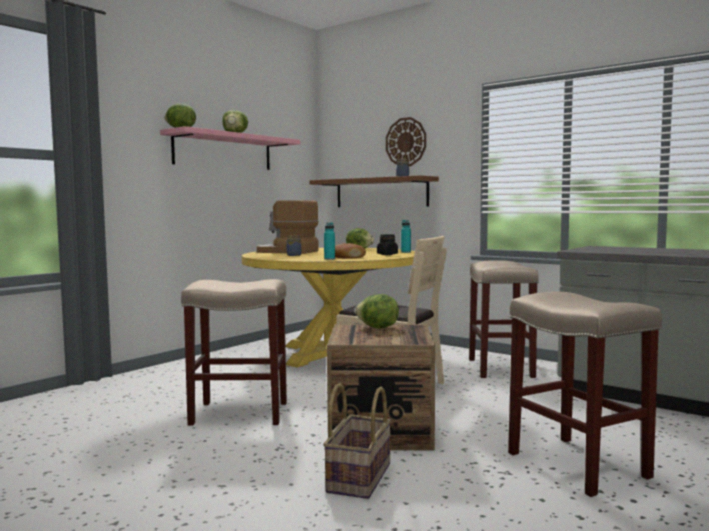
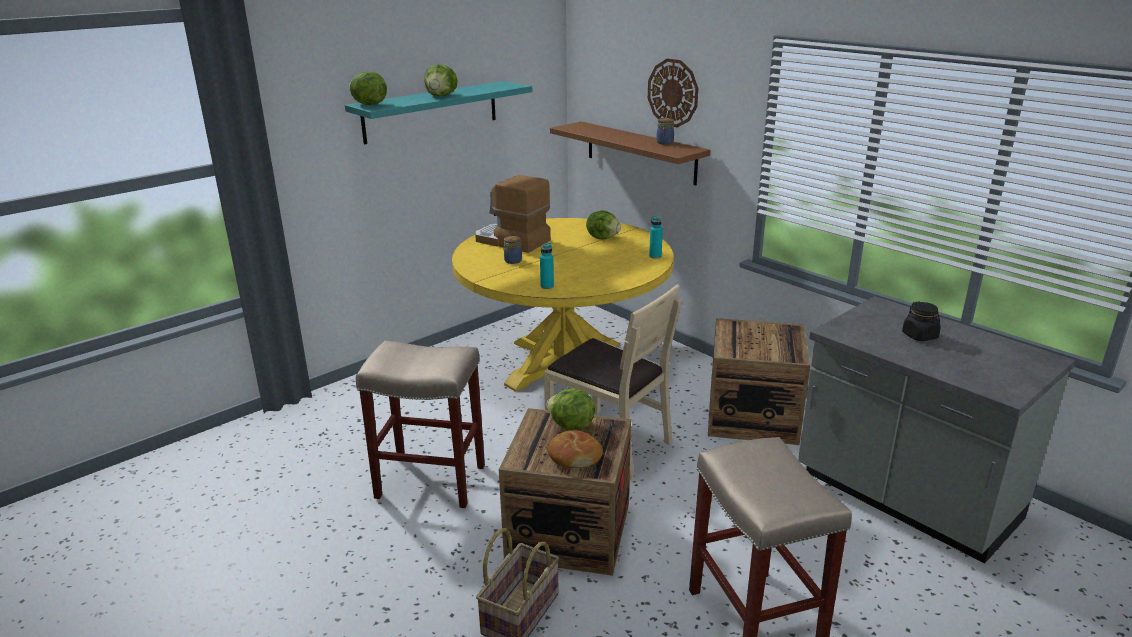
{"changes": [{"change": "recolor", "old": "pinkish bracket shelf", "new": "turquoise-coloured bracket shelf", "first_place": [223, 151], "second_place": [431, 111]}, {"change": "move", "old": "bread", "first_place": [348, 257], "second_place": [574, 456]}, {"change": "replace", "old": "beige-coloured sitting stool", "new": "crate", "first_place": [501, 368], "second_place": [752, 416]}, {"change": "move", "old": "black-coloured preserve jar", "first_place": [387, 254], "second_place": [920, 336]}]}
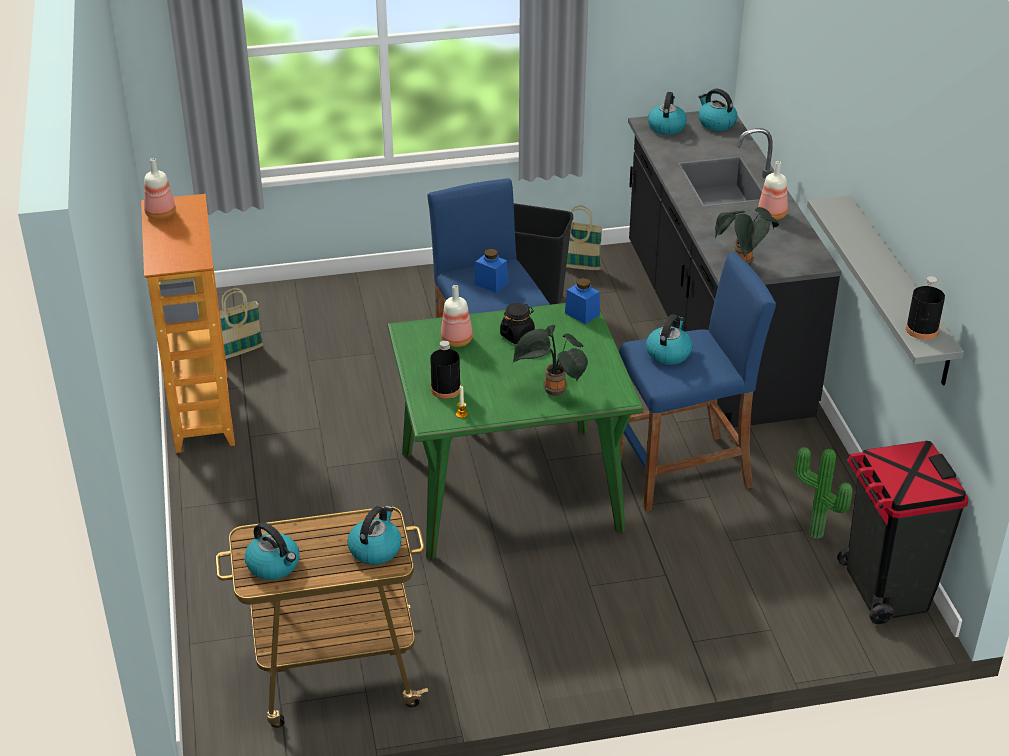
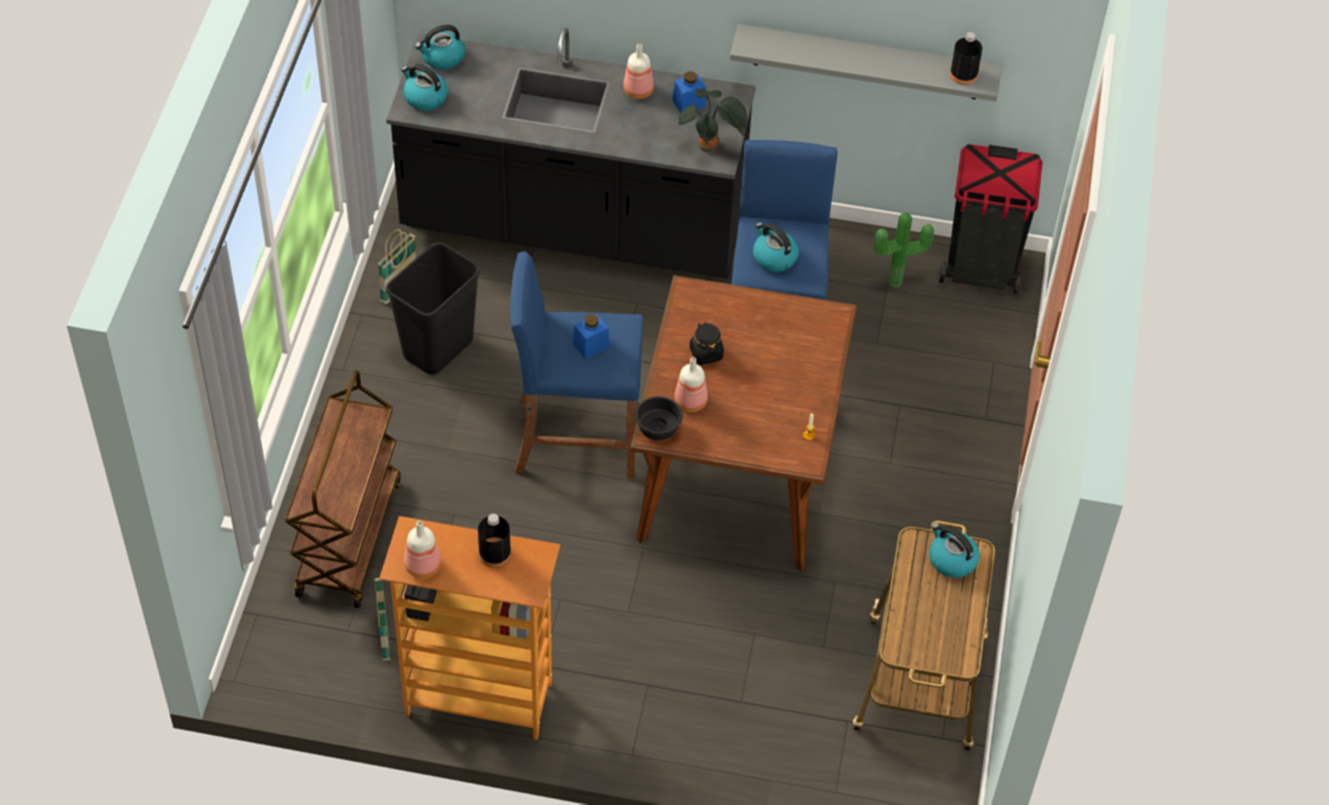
{"changes": [{"change": "insert", "new": "brown-coloured cart", "second_place": [348, 536]}, {"change": "move", "old": "black-coloured bottle", "first_place": [445, 389], "second_place": [495, 553]}, {"change": "recolor", "old": "greenish kitchen table", "new": "brown-coloured kitchen table", "first_place": [511, 491], "second_place": [737, 474]}, {"change": "insert", "new": "black-coloured serving bowl", "second_place": [657, 429]}, {"change": "move", "old": "blue preserve jar", "first_place": [582, 314], "second_place": [689, 103]}, {"change": "delete", "old": "tea kettle", "first_place": [274, 565]}, {"change": "delete", "old": "potted plant", "first_place": [552, 391]}]}
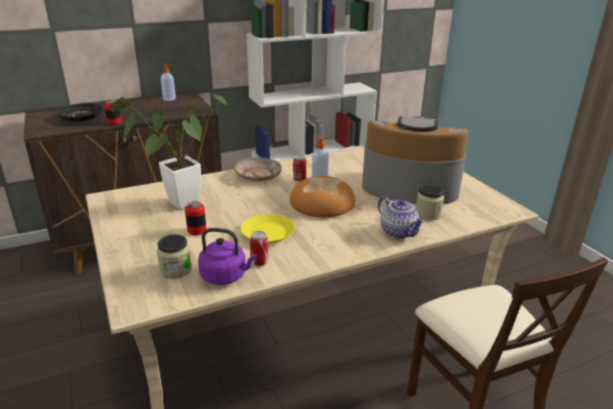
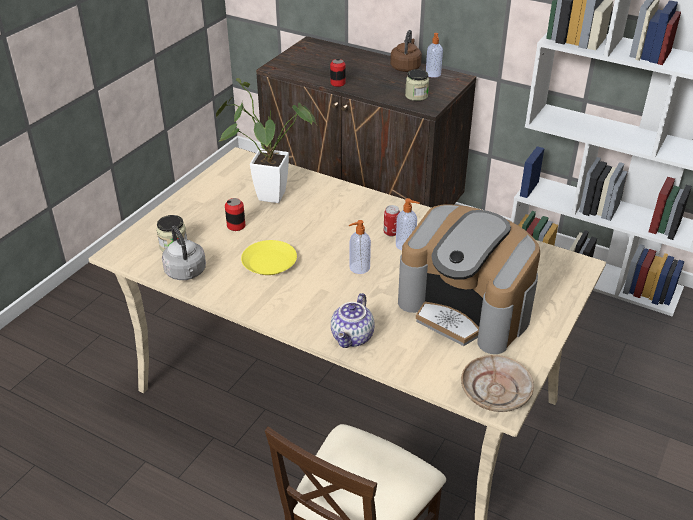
{"changes": [{"change": "recolor", "old": "purplish tea kettle", "new": "gray tea kettle", "first_place": [226, 276], "second_place": [186, 273]}, {"change": "replace", "old": "bread", "new": "soap bottle", "first_place": [323, 203], "second_place": [359, 268]}, {"change": "insert", "new": "brown-coloured tea kettle", "second_place": [406, 67]}, {"change": "rotate", "old": "coffee maker", "first_place": [409, 186], "second_place": [466, 309], "degrees": 150}, {"change": "move", "old": "preserve jar", "first_place": [428, 214], "second_place": [416, 96]}, {"change": "move", "old": "beige-coloured plate", "first_place": [258, 175], "second_place": [496, 391]}, {"change": "delete", "old": "black-coloured plate", "first_place": [82, 118]}, {"change": "delete", "old": "metal can", "first_place": [259, 262]}]}
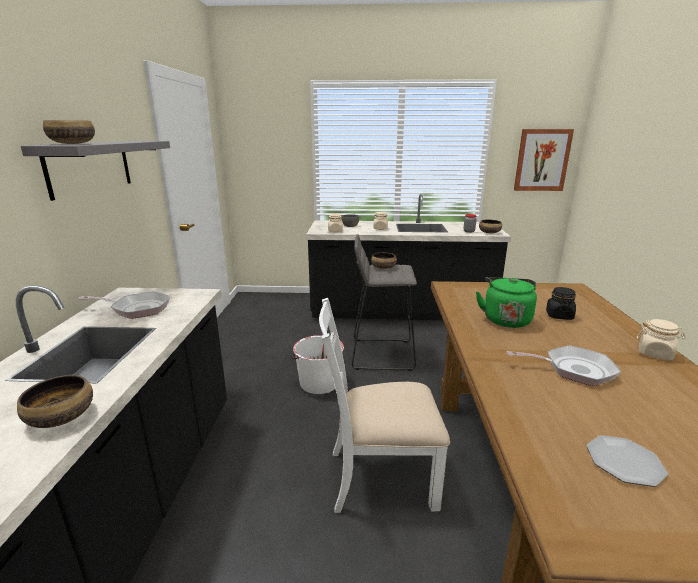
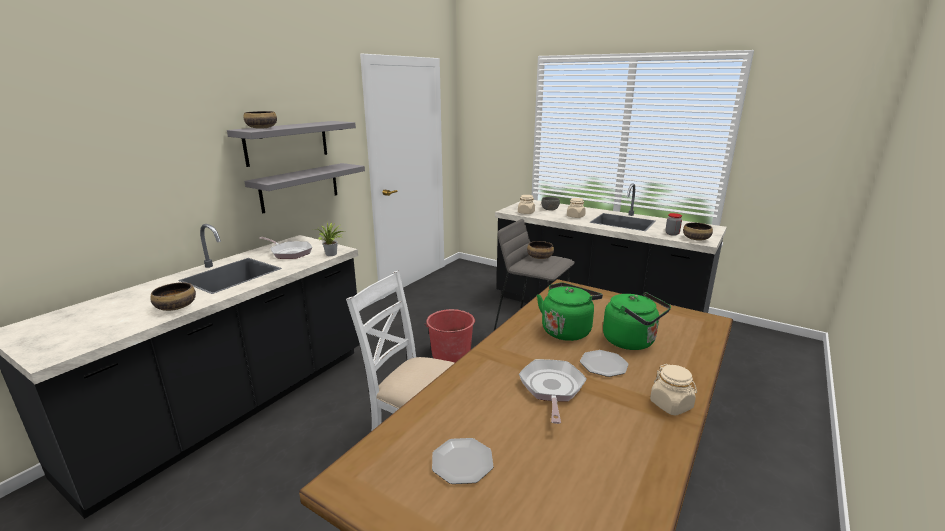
{"changes": [{"change": "insert", "new": "gray bracket shelf", "second_place": [300, 187]}, {"change": "insert", "new": "potted plant", "second_place": [332, 254]}, {"change": "recolor", "old": "white-coloured water bucket", "new": "red water bucket", "first_place": [319, 382], "second_place": [451, 354]}, {"change": "rotate", "old": "skillet", "first_place": [573, 369], "second_place": [551, 389], "degrees": -120}, {"change": "insert", "new": "plate", "second_place": [604, 365]}, {"change": "replace", "old": "black-coloured preserve jar", "new": "greenish tea kettle", "first_place": [559, 315], "second_place": [632, 342]}, {"change": "delete", "old": "wall art", "first_place": [542, 160]}]}
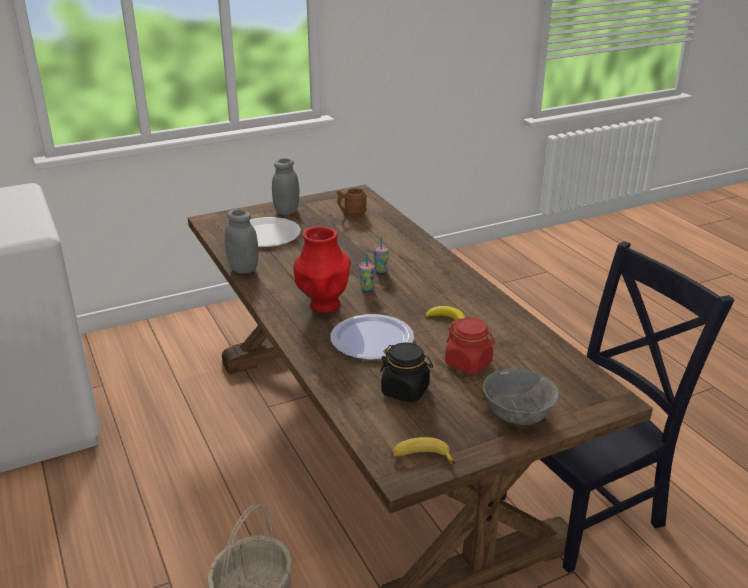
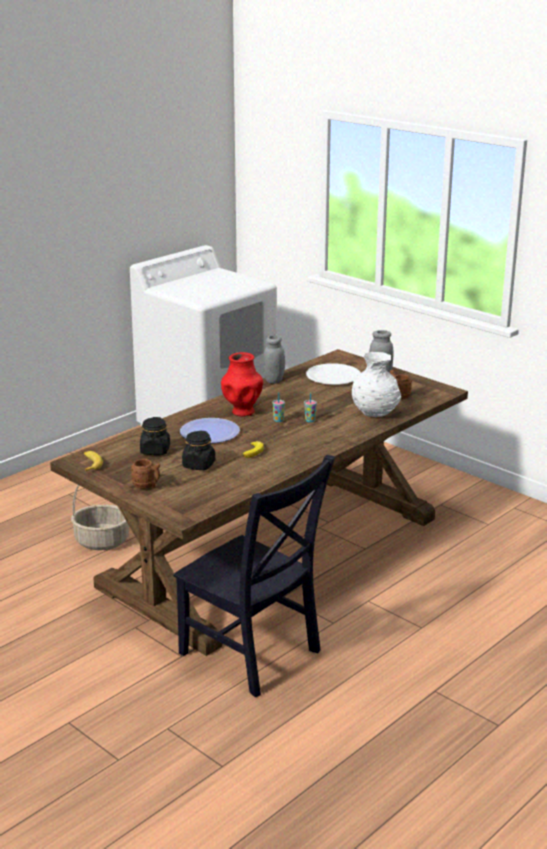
{"changes": [{"change": "replace", "old": "gray serving bowl", "new": "brown-coloured coffee mug", "first_place": [518, 415], "second_place": [147, 486]}, {"change": "recolor", "old": "red preserve jar", "new": "black-coloured preserve jar", "first_place": [468, 364], "second_place": [199, 465]}, {"change": "insert", "new": "white-coloured flower vase", "second_place": [375, 413]}]}
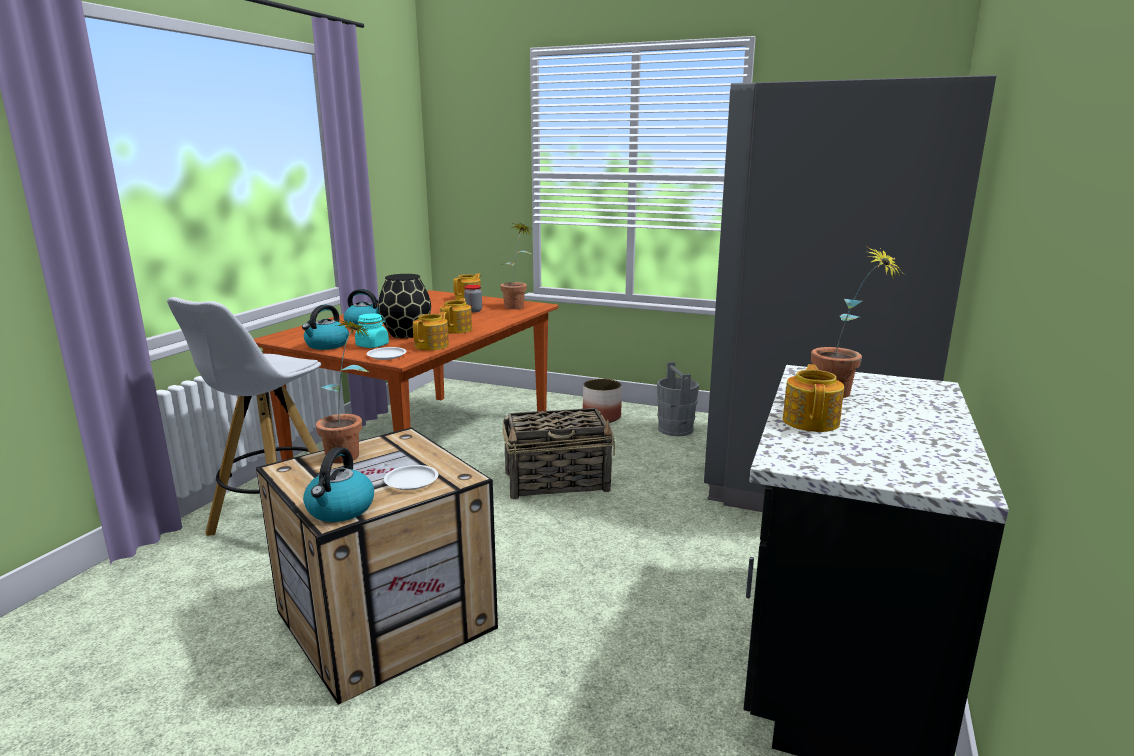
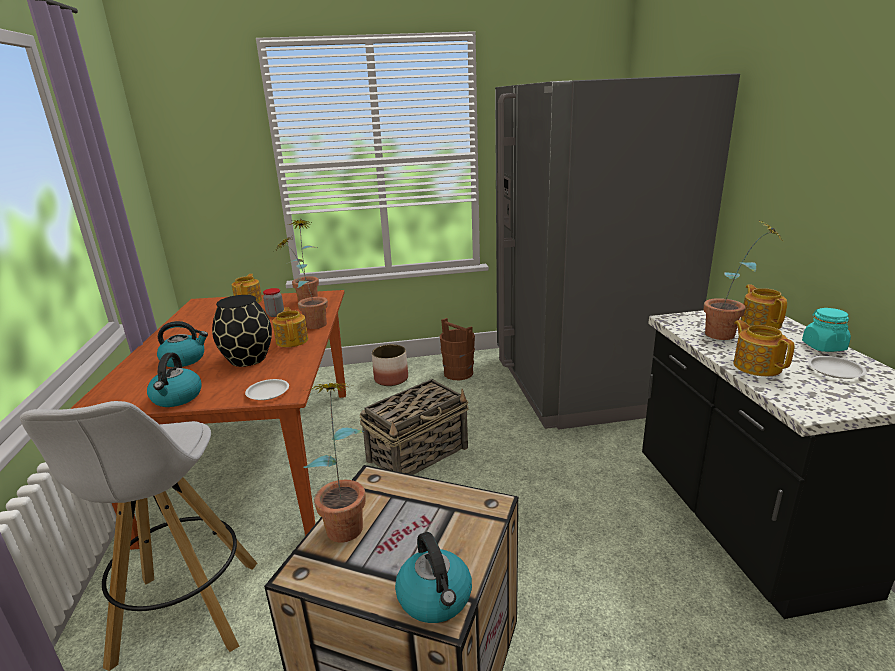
{"changes": [{"change": "insert", "new": "potted plant", "second_place": [310, 324]}, {"change": "recolor", "old": "gray water bucket", "new": "brown-coloured water bucket", "first_place": [675, 429], "second_place": [458, 373]}, {"change": "move", "old": "pot for tea", "first_place": [432, 346], "second_place": [760, 323]}, {"change": "move", "old": "turquoise-coloured preserve jar", "first_place": [372, 345], "second_place": [823, 346]}, {"change": "move", "old": "white-coloured plate", "first_place": [412, 481], "second_place": [835, 370]}]}
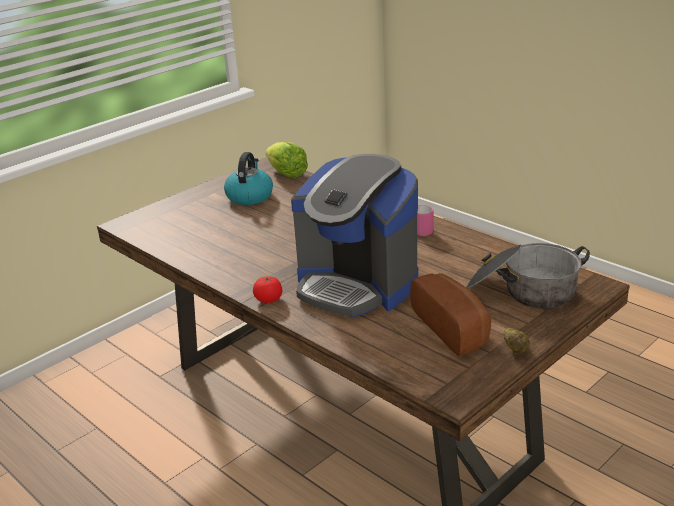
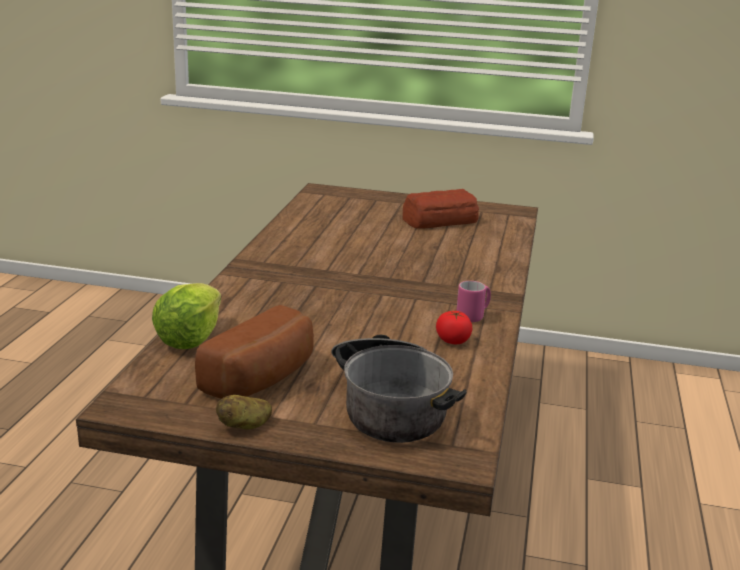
{"changes": [{"change": "move", "old": "lettuce head", "first_place": [286, 174], "second_place": [190, 338]}, {"change": "replace", "old": "tea kettle", "new": "bread", "first_place": [249, 196], "second_place": [438, 220]}, {"change": "move", "old": "whole tomato", "first_place": [268, 299], "second_place": [453, 340]}, {"change": "delete", "old": "coffee maker", "first_place": [357, 285]}]}
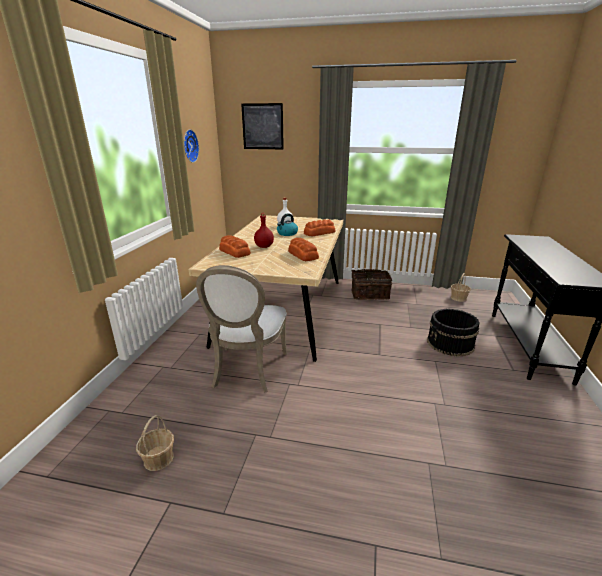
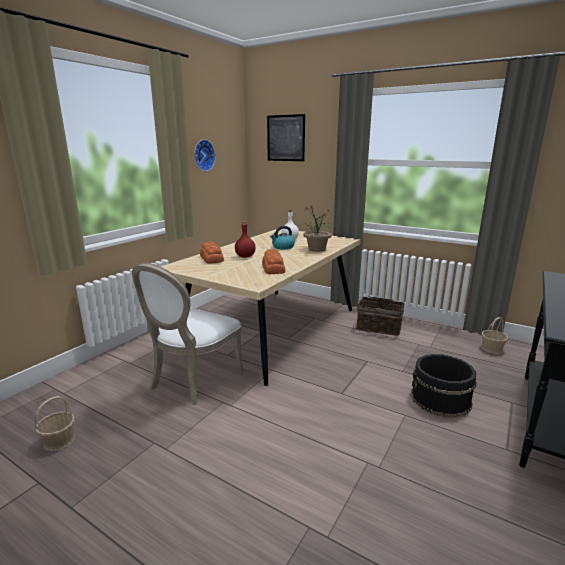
{"changes": [{"change": "replace", "old": "bread", "new": "potted plant", "first_place": [319, 233], "second_place": [316, 249]}]}
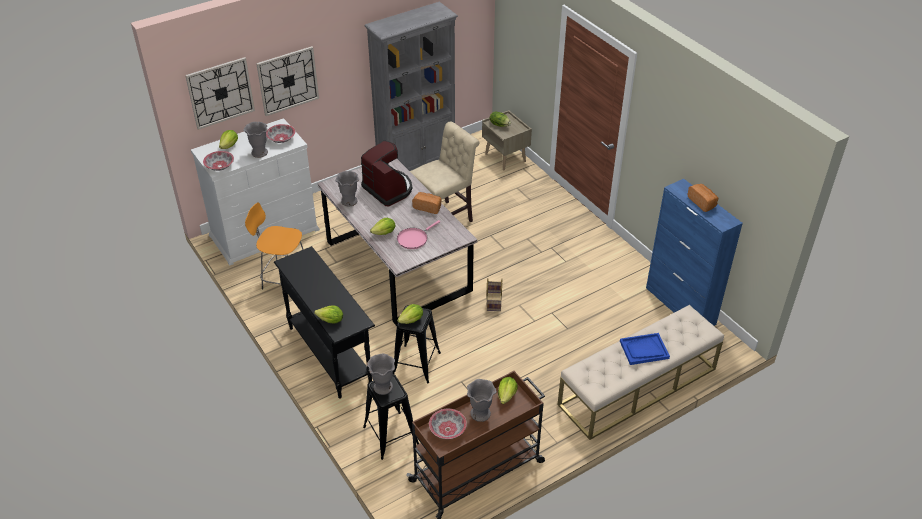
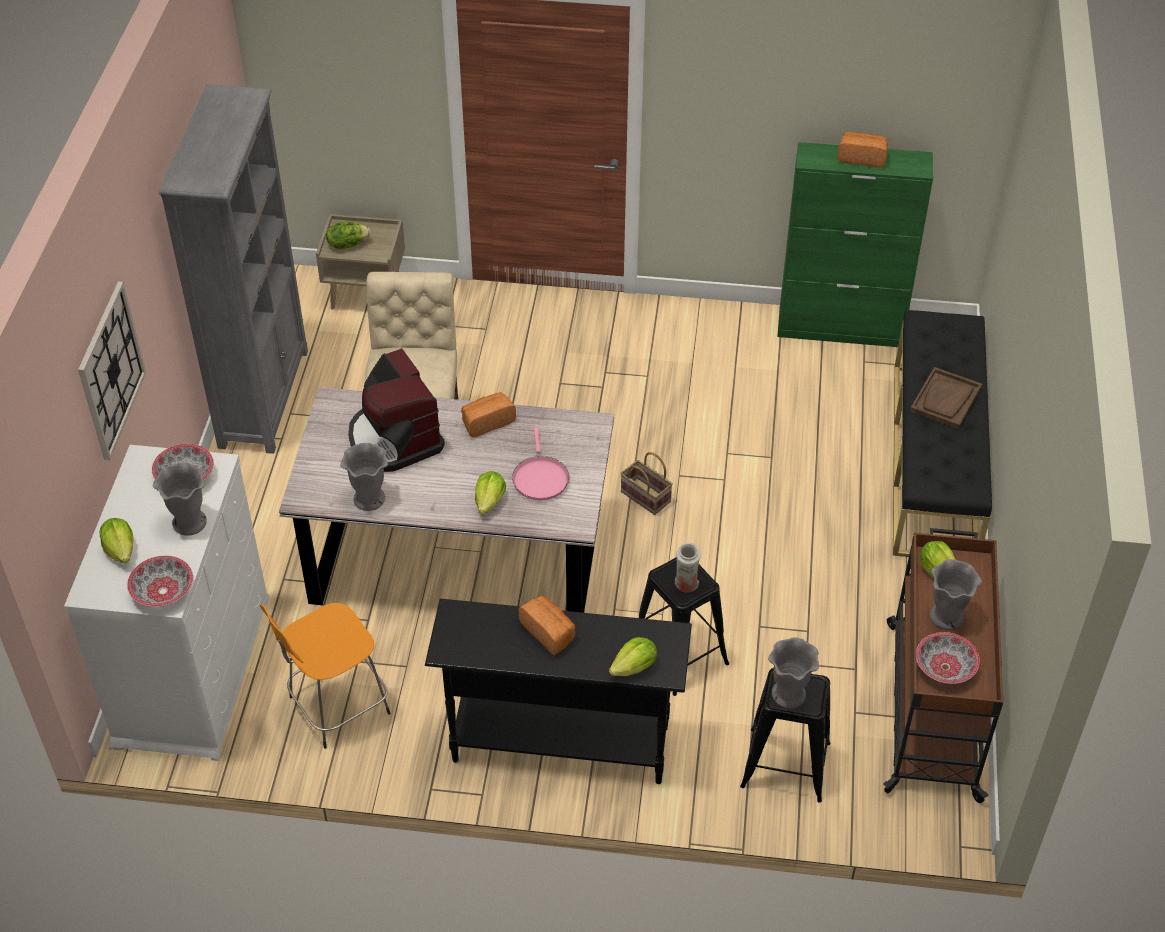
{"changes": [{"change": "rotate", "old": "coffee maker", "first_place": [388, 189], "second_place": [394, 439], "degrees": -120}, {"change": "insert", "new": "bread", "second_place": [549, 632]}, {"change": "replace", "old": "lettuce head", "new": "white-coloured flower vase", "first_place": [411, 320], "second_place": [686, 586]}, {"change": "recolor", "old": "blue cabinet", "new": "greenish cabinet", "first_place": [680, 306], "second_place": [840, 329]}, {"change": "recolor", "old": "beige-coloured bench", "new": "black-coloured bench", "first_place": [637, 387], "second_place": [934, 460]}, {"change": "recolor", "old": "blue carrying tray", "new": "brown-coloured carrying tray", "first_place": [644, 350], "second_place": [945, 400]}, {"change": "delete", "old": "hanging clock", "first_place": [220, 93]}]}
